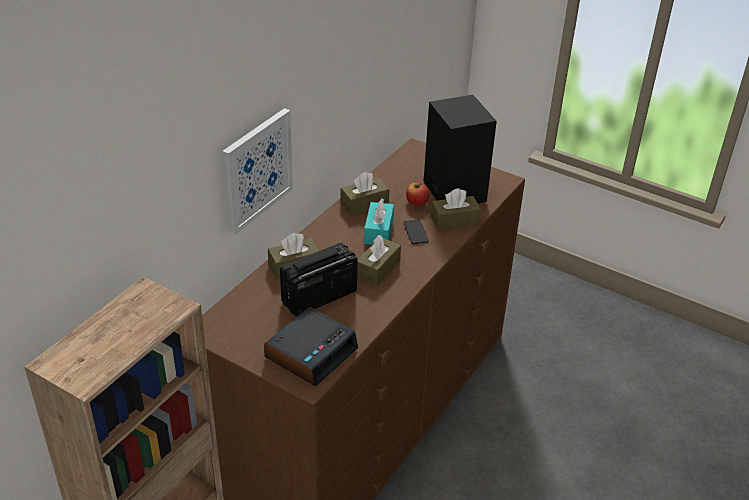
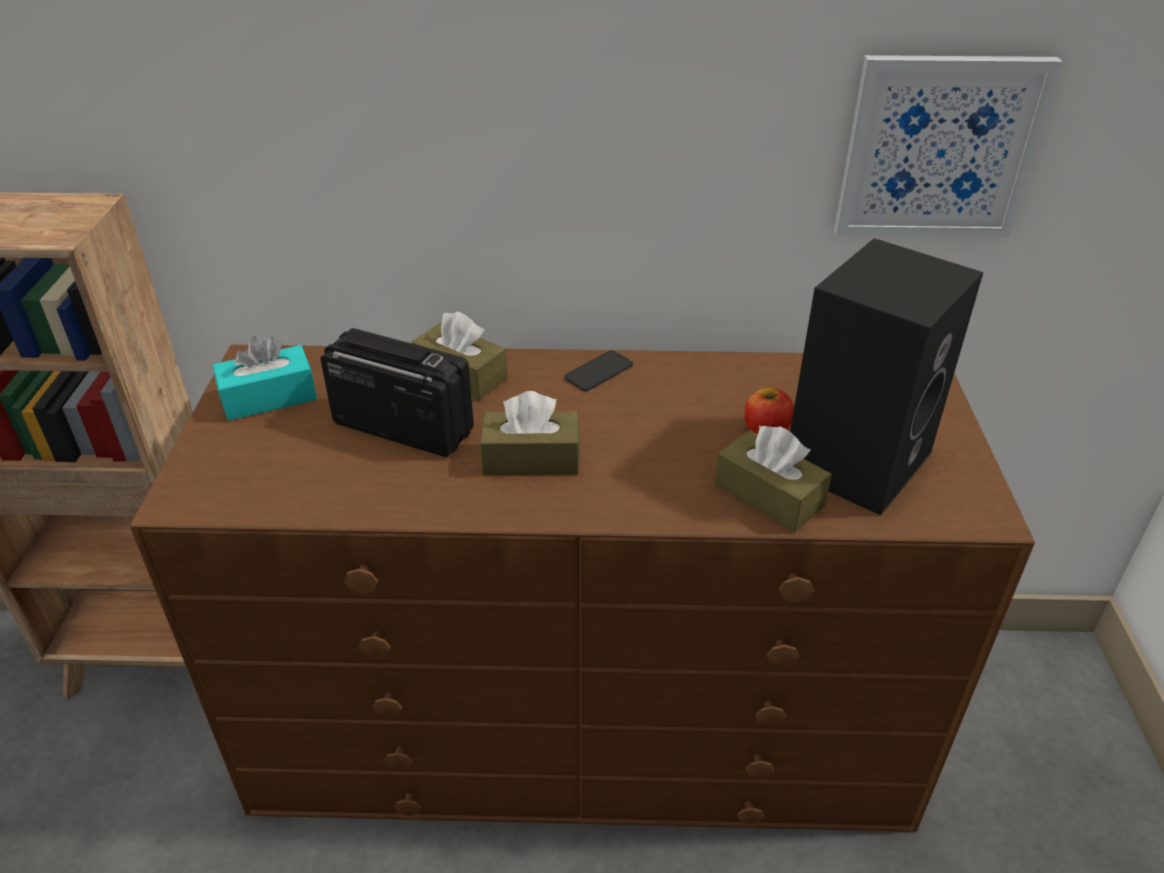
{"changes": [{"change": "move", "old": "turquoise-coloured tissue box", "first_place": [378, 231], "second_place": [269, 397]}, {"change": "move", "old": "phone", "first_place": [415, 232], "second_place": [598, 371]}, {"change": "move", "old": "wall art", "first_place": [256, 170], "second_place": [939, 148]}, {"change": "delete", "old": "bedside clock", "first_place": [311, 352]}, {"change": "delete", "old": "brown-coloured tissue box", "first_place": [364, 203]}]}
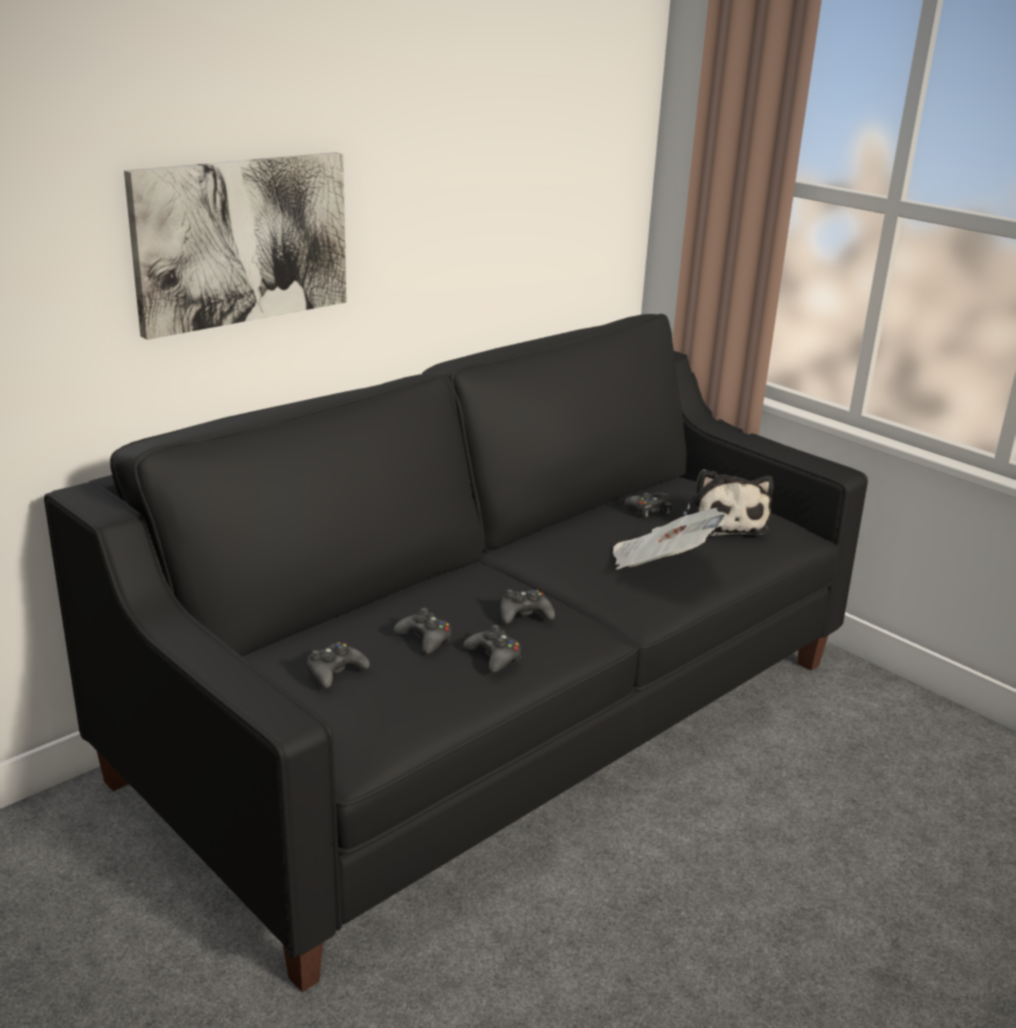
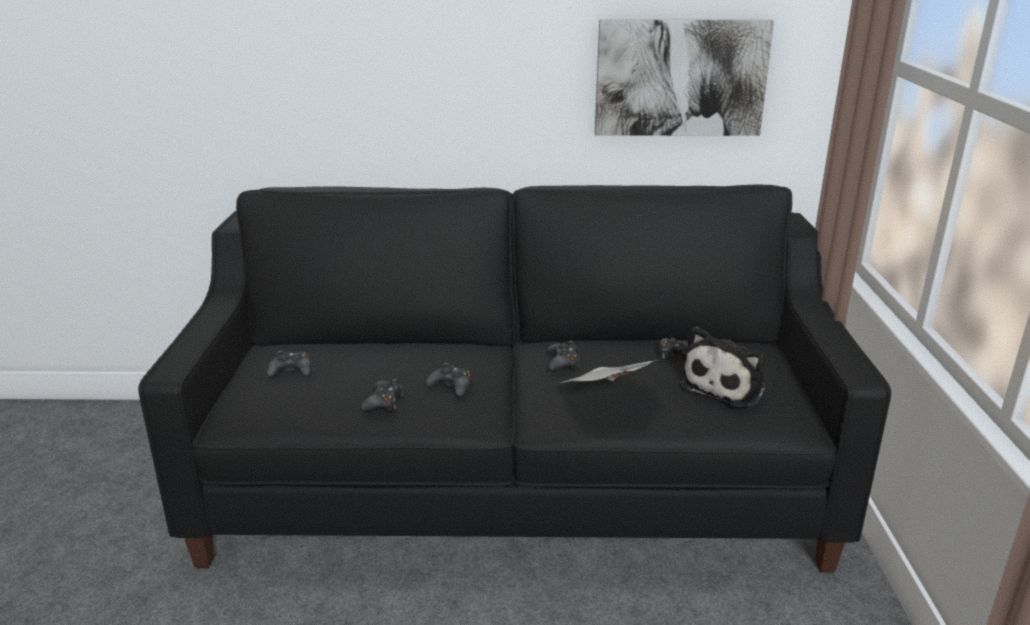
{"changes": [{"change": "move", "old": "black-coloured joypad", "first_place": [425, 639], "second_place": [563, 362]}, {"change": "move", "old": "wall art", "first_place": [241, 241], "second_place": [680, 78]}]}
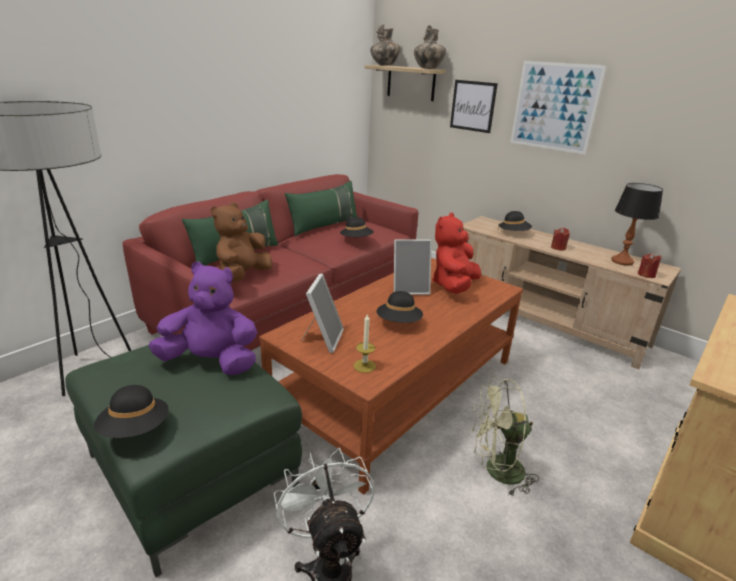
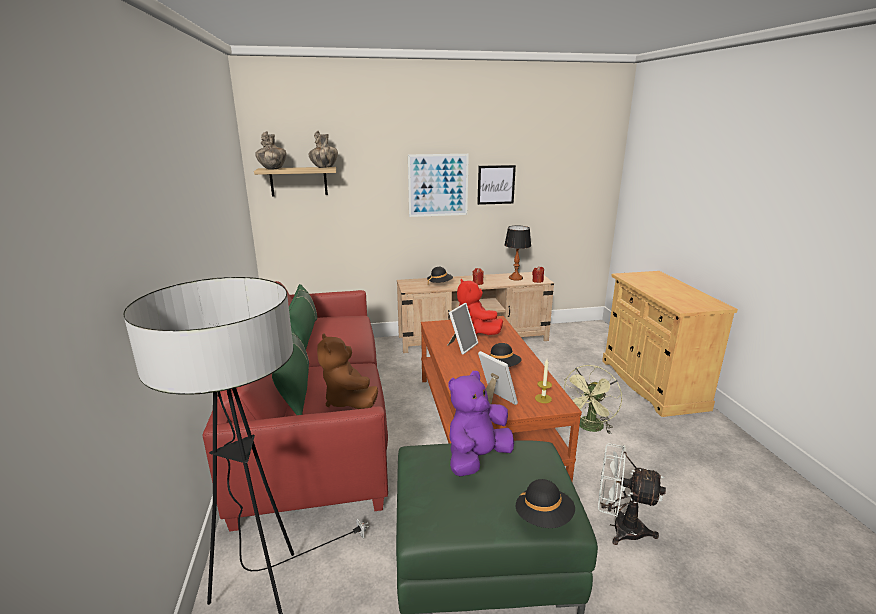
{"changes": [{"change": "move", "old": "wall art", "first_place": [473, 106], "second_place": [496, 184]}, {"change": "delete", "old": "black-coloured clothing hat", "first_place": [356, 240]}]}
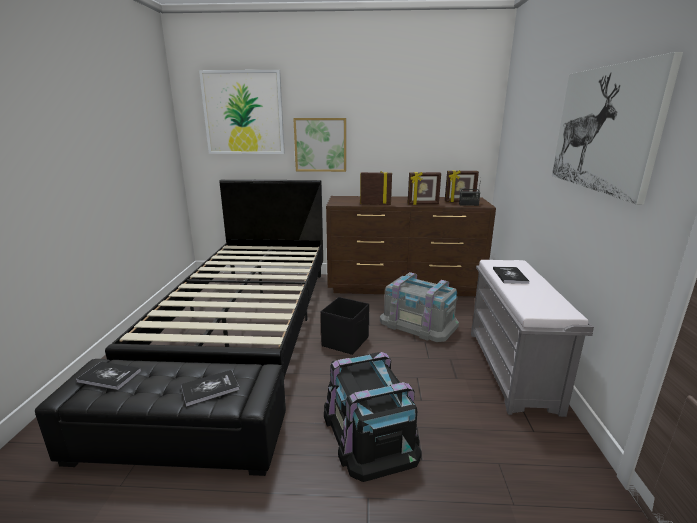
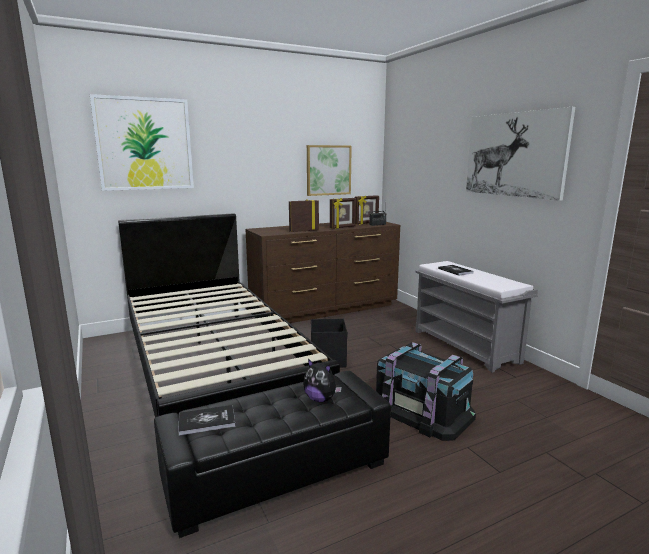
{"changes": [{"change": "replace", "old": "volume", "new": "plush toy", "first_place": [210, 388], "second_place": [320, 399]}, {"change": "move", "old": "wall art", "first_place": [320, 145], "second_place": [328, 170]}, {"change": "delete", "old": "gray storage container", "first_place": [418, 323]}]}
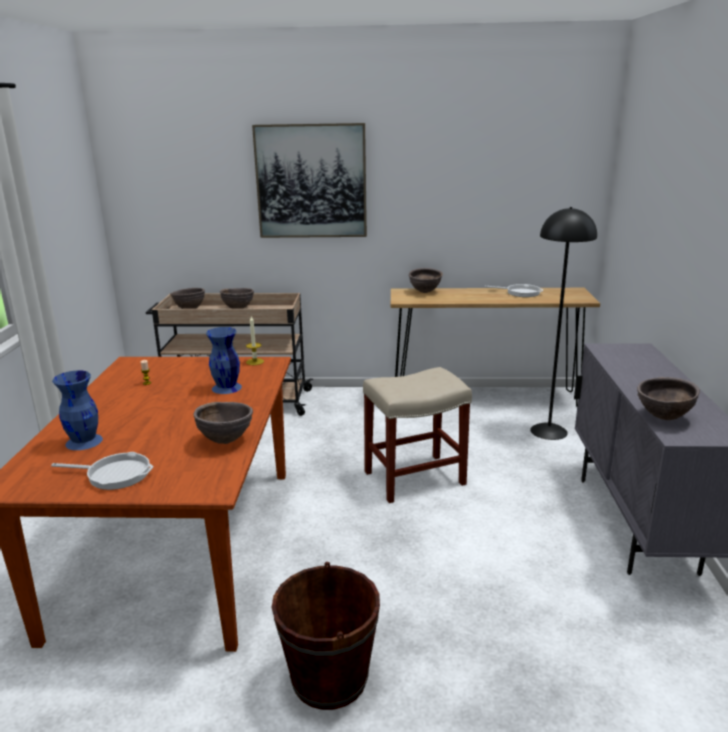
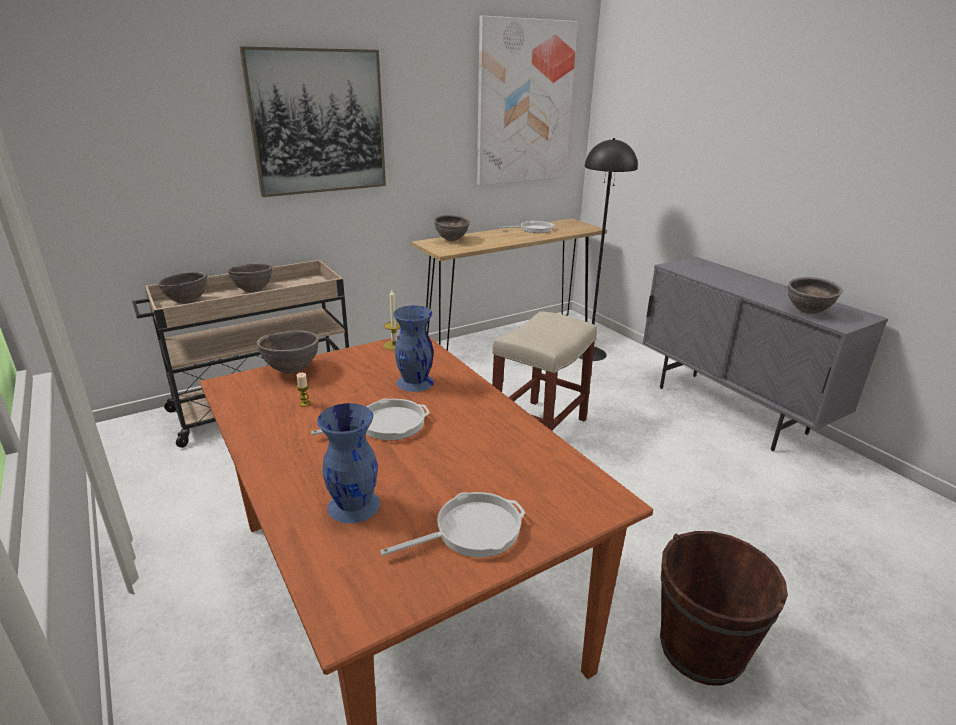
{"changes": [{"change": "move", "old": "brown-coloured serving bowl", "first_place": [226, 440], "second_place": [292, 370]}, {"change": "insert", "new": "skillet", "second_place": [386, 424]}, {"change": "insert", "new": "wall art", "second_place": [524, 104]}]}
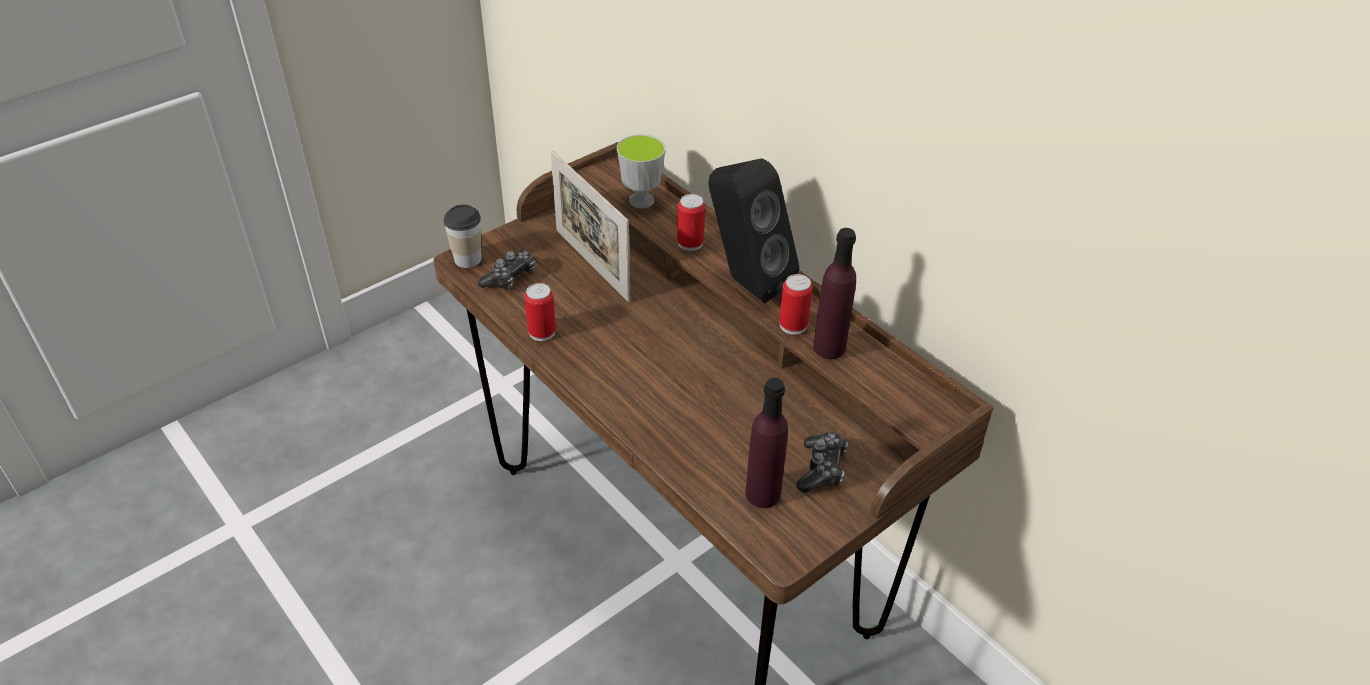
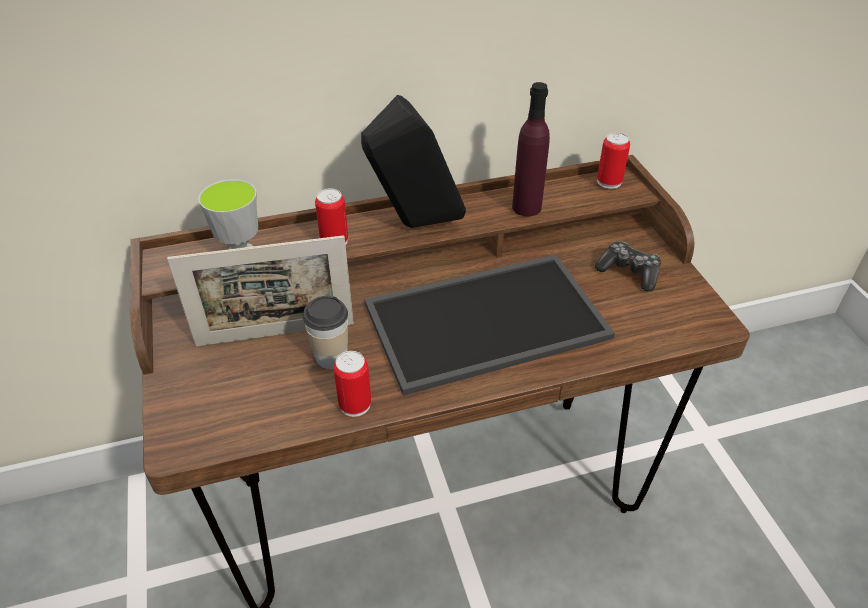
{"changes": [{"change": "move", "old": "drinking cup", "first_place": [467, 259], "second_place": [331, 357]}, {"change": "insert", "new": "carrying tray", "second_place": [487, 318]}, {"change": "move", "old": "metal can", "first_place": [793, 325], "second_place": [609, 182]}, {"change": "delete", "old": "joypad", "first_place": [510, 277]}, {"change": "delete", "old": "purplish bottle", "first_place": [762, 494]}]}
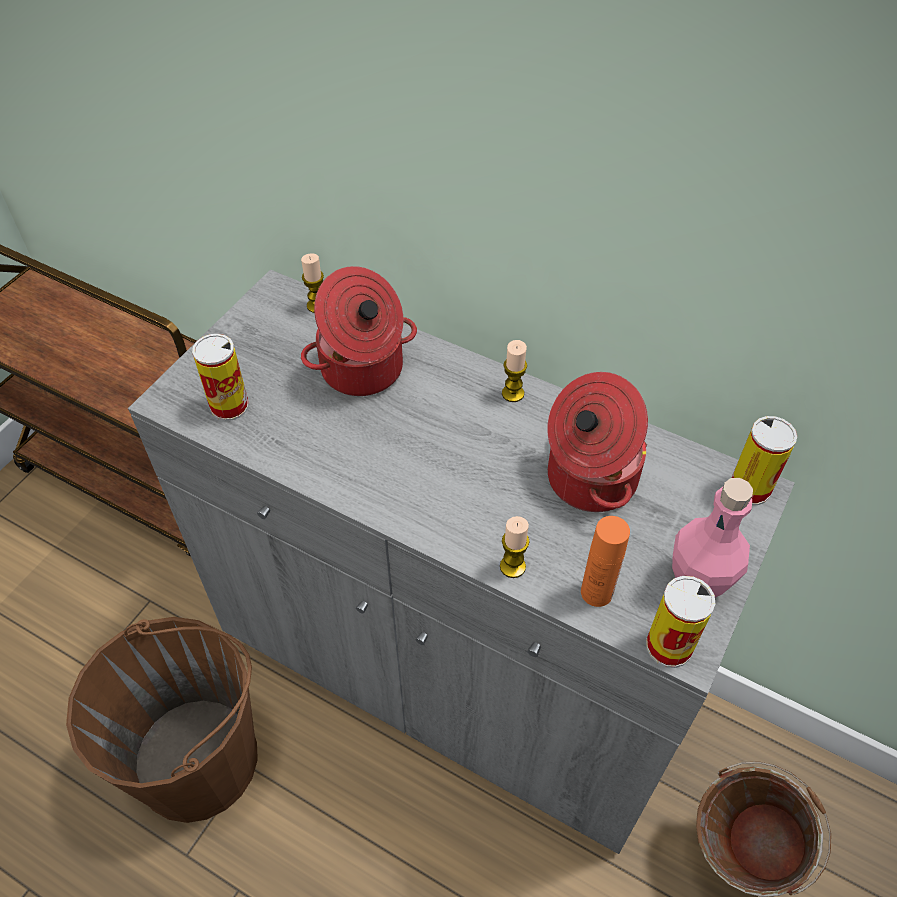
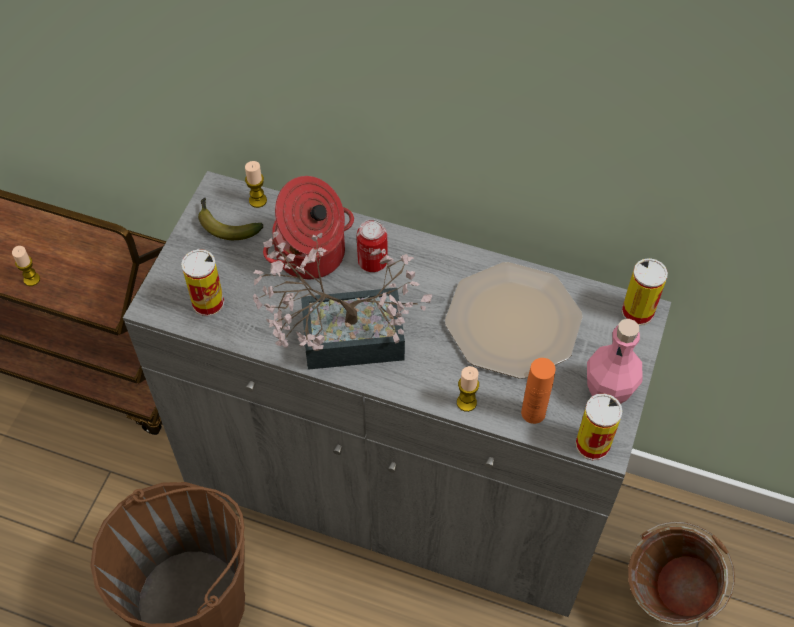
{"changes": [{"change": "move", "old": "wax light", "first_place": [513, 393], "second_place": [32, 279]}, {"change": "insert", "new": "whole banana", "second_place": [225, 225]}, {"change": "insert", "new": "potted plant", "second_place": [339, 338]}, {"change": "insert", "new": "metal can", "second_place": [372, 262]}, {"change": "replace", "old": "saucepot", "new": "plate", "first_place": [588, 478], "second_place": [512, 322]}]}
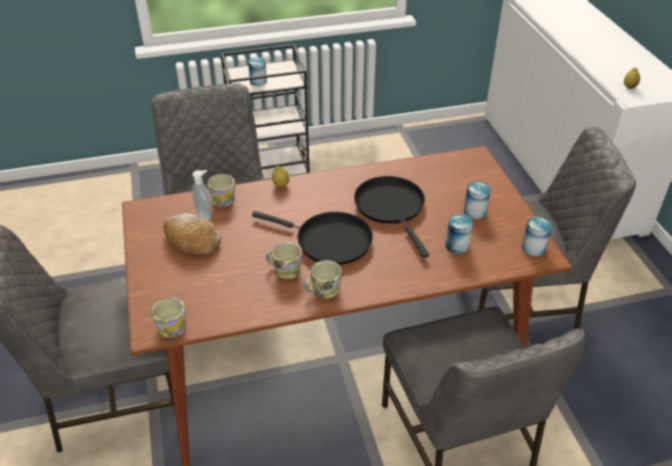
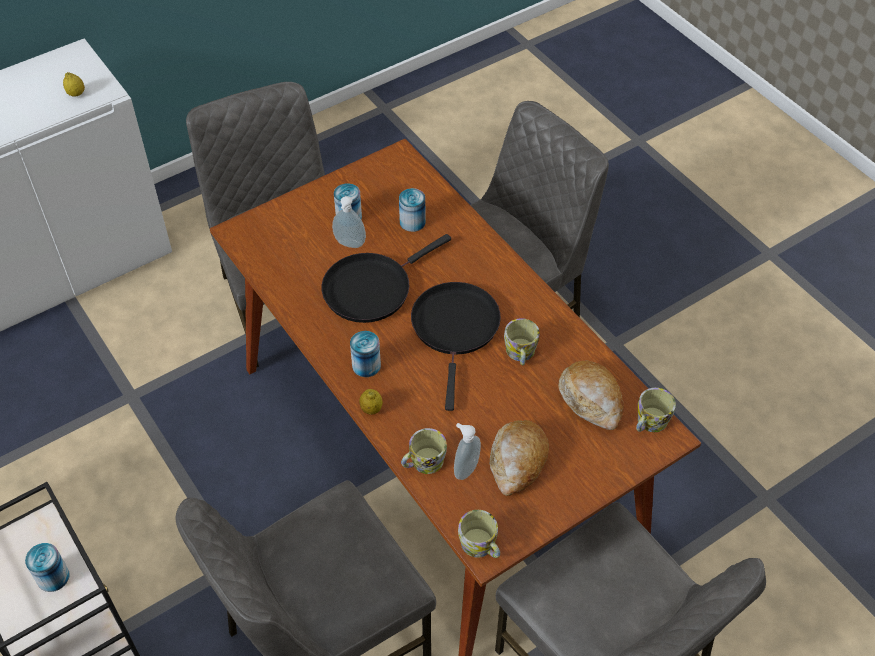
{"changes": [{"change": "insert", "new": "soap bottle", "second_place": [349, 245]}, {"change": "move", "old": "metal can", "first_place": [533, 248], "second_place": [366, 365]}, {"change": "move", "old": "coffee mug", "first_place": [322, 290], "second_place": [480, 546]}, {"change": "insert", "new": "bread", "second_place": [591, 400]}]}
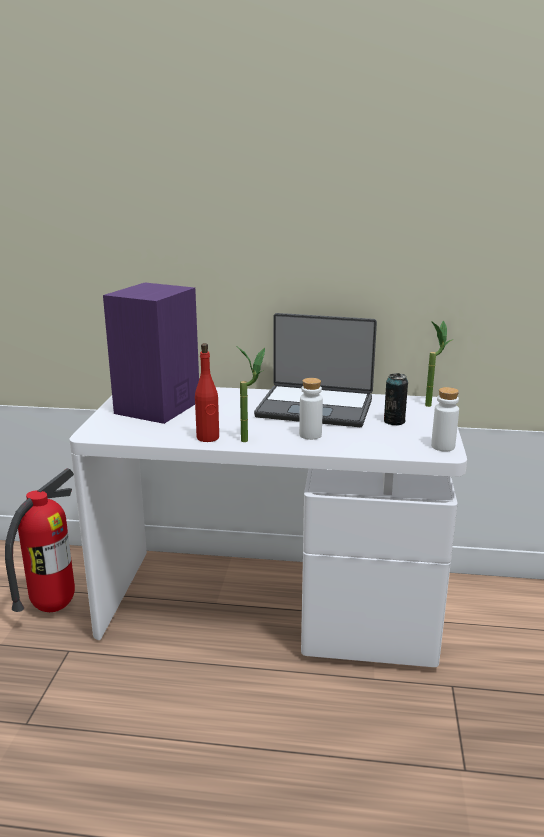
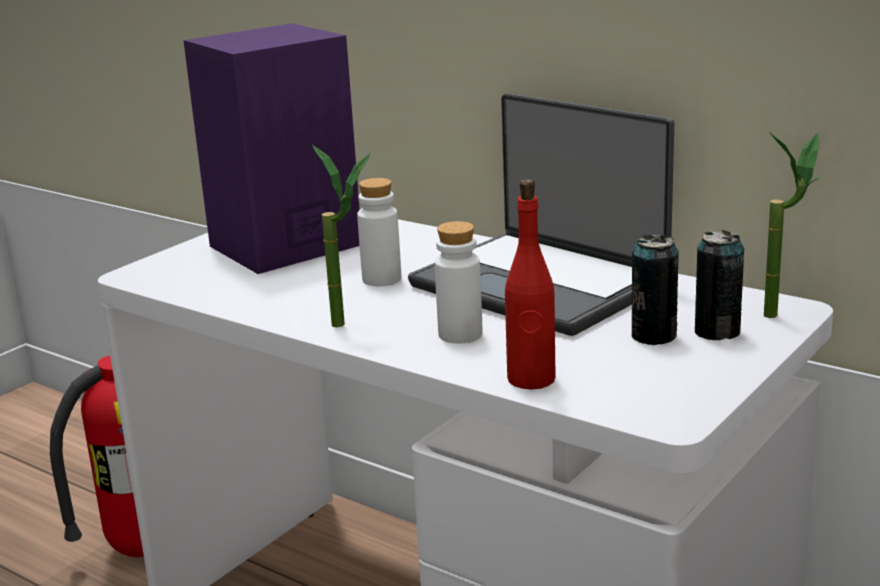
{"changes": [{"change": "move", "old": "white-coloured bottle", "first_place": [443, 446], "second_place": [382, 279]}, {"change": "move", "old": "red bottle", "first_place": [208, 438], "second_place": [531, 379]}, {"change": "insert", "new": "metal can", "second_place": [717, 332]}]}
